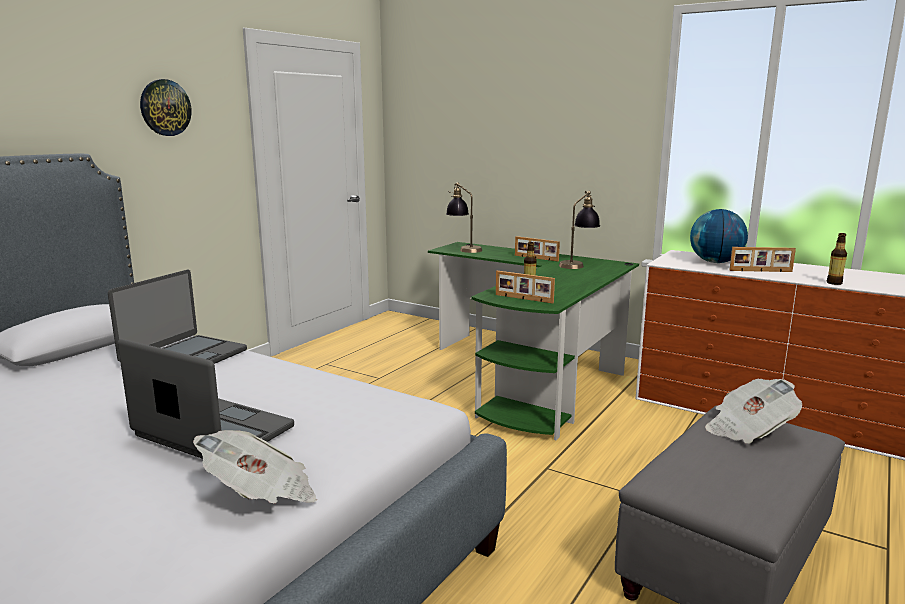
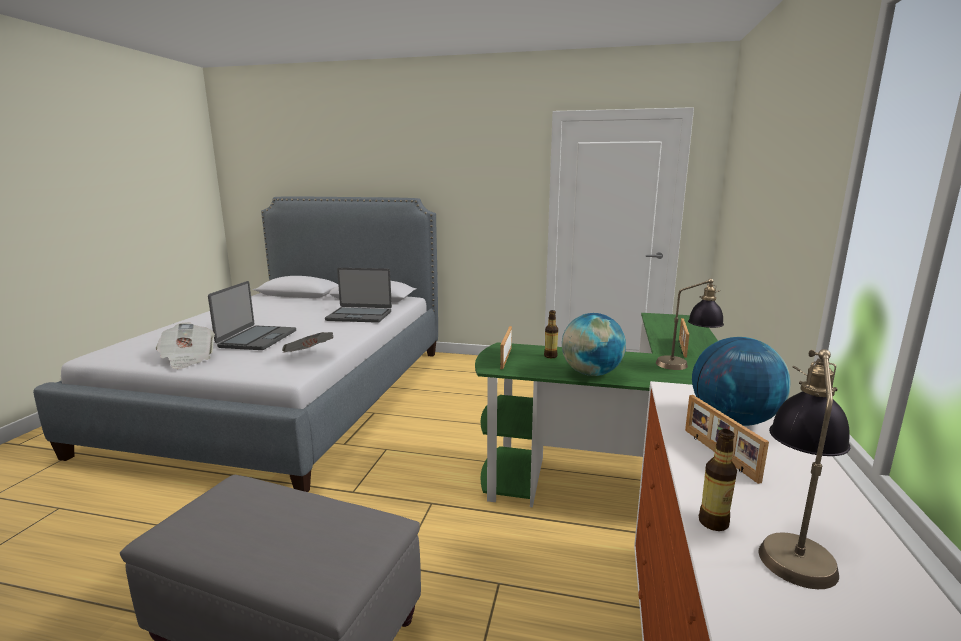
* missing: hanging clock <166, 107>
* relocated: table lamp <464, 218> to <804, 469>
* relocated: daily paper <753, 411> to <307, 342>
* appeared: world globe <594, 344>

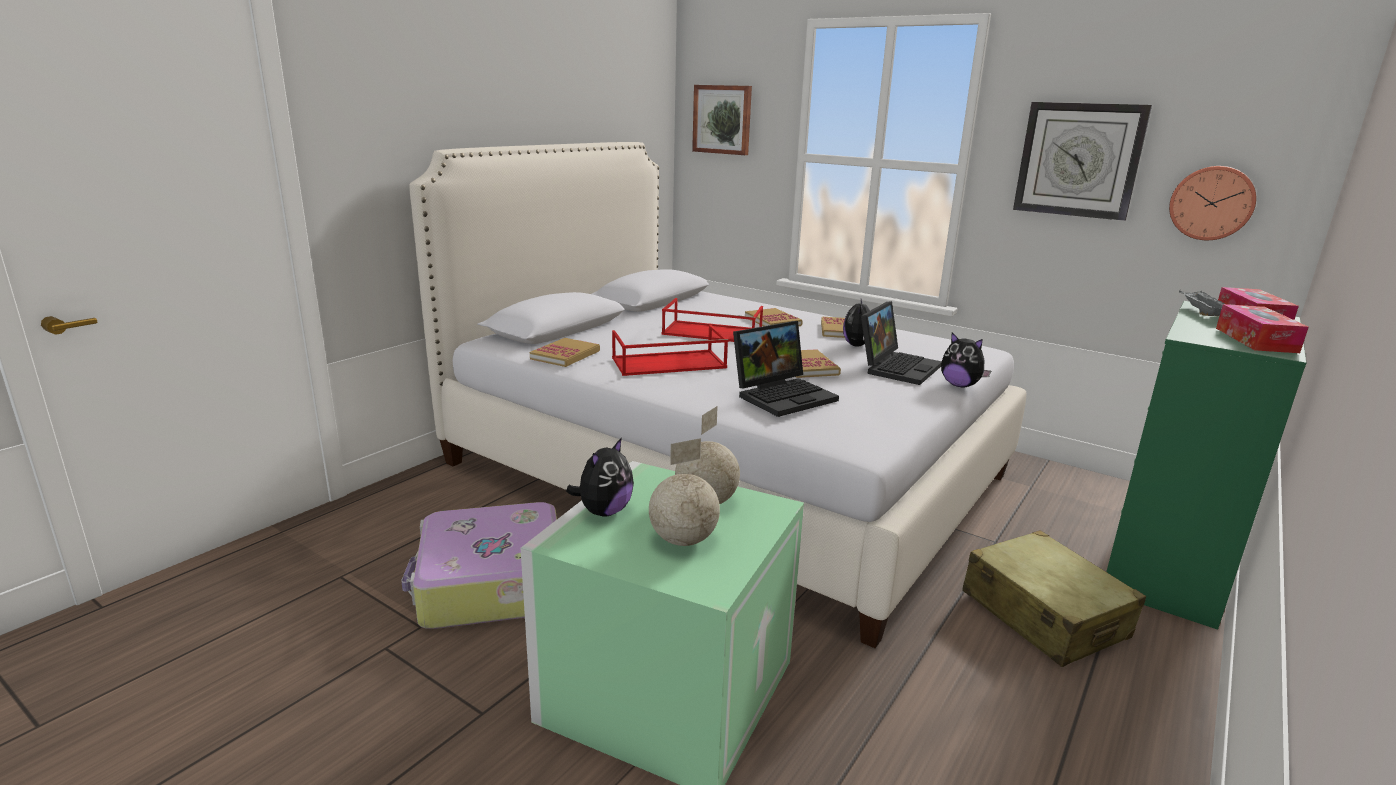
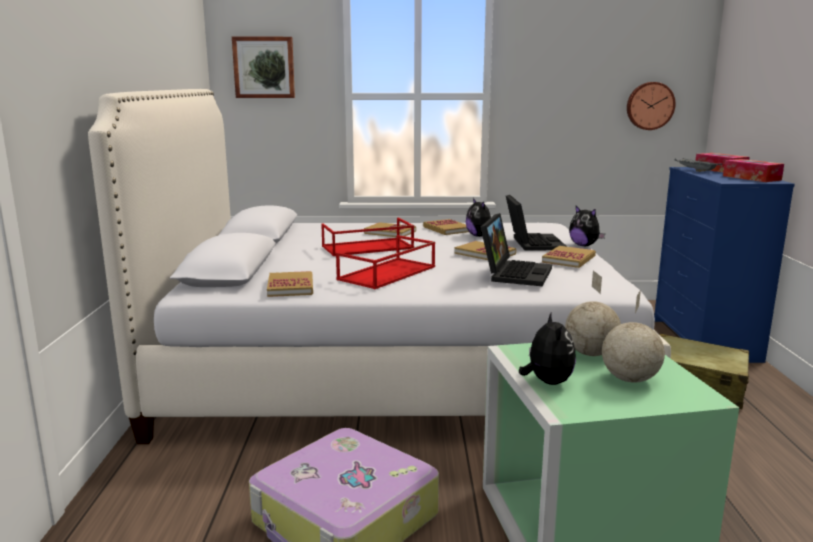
* missing: hanging clock <1082, 161>
* colour: greenish chest of drawers <1206, 465> to blue-coloured chest of drawers <724, 265>
* spun: plush toy <966, 360> = <587, 226> 45 degrees clockwise
* appeared: volume <569, 257>

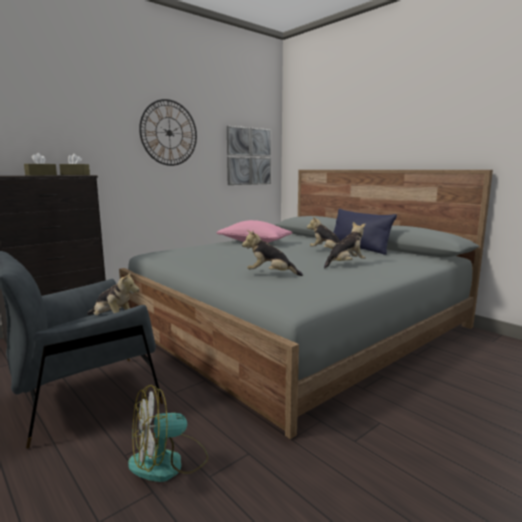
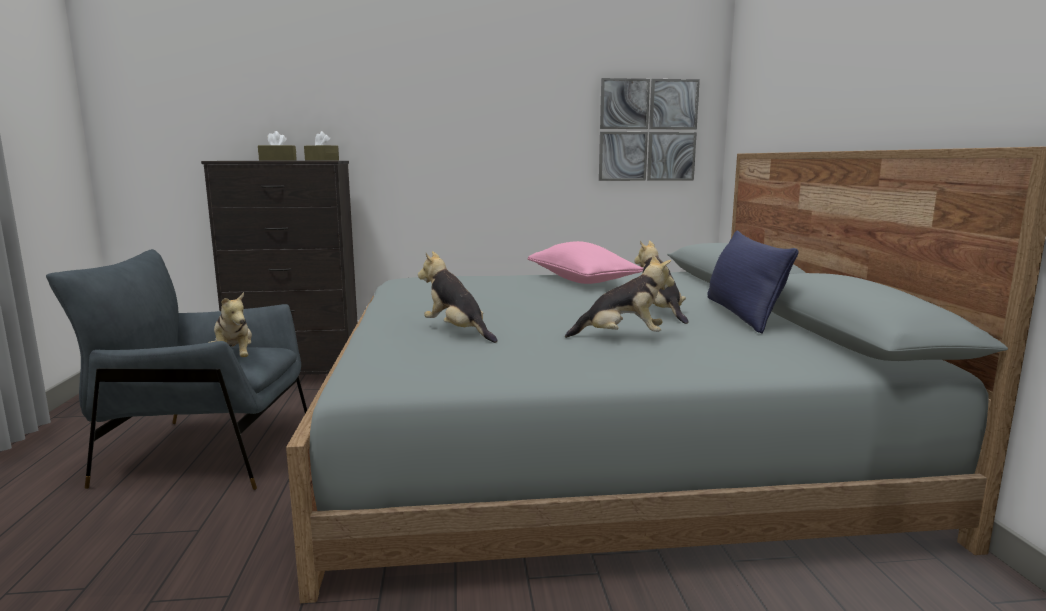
* missing: hanging clock <168, 132>
* missing: fan <168, 433>

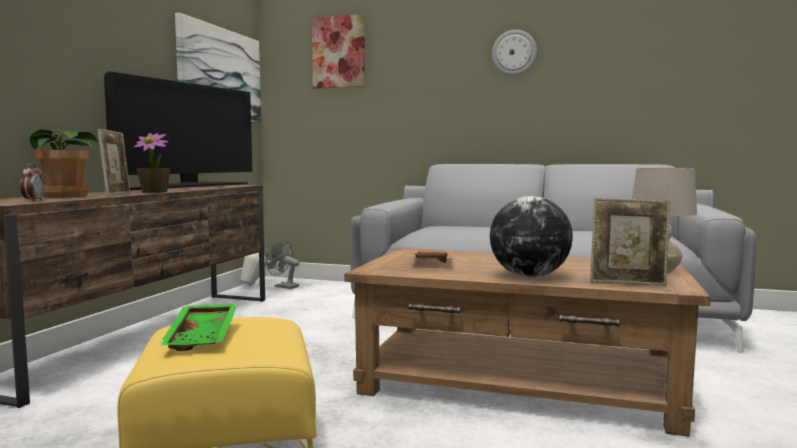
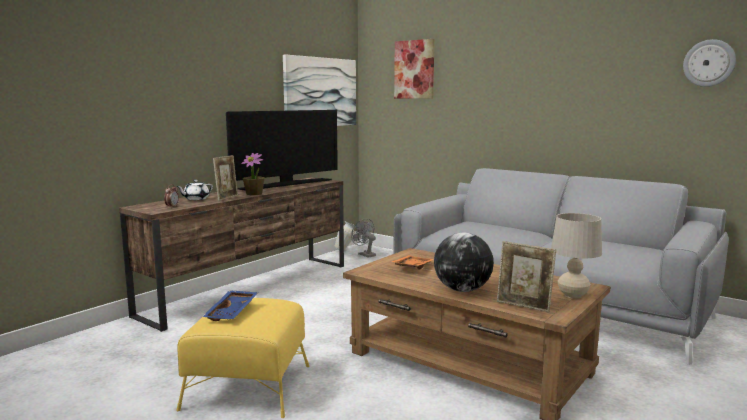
* relocated: hanging clock <514, 53> to <709, 63>
* exchanged: potted plant <64, 163> to whitish teapot <194, 190>
* colour: greenish carrying tray <197, 327> to blue-coloured carrying tray <230, 305>

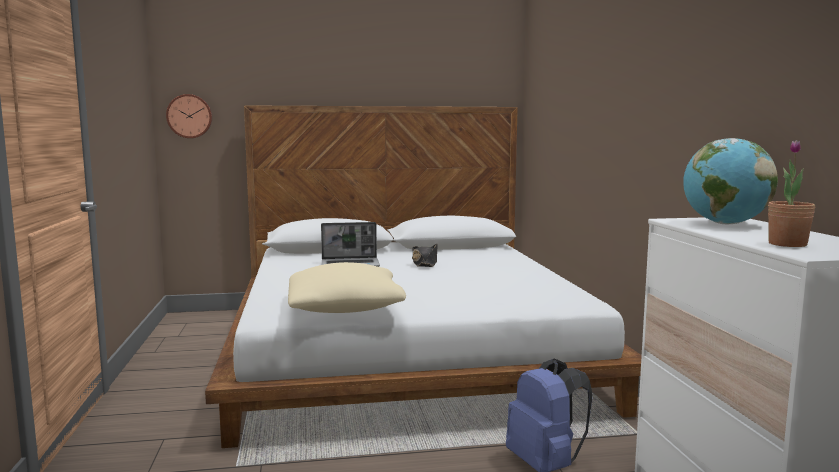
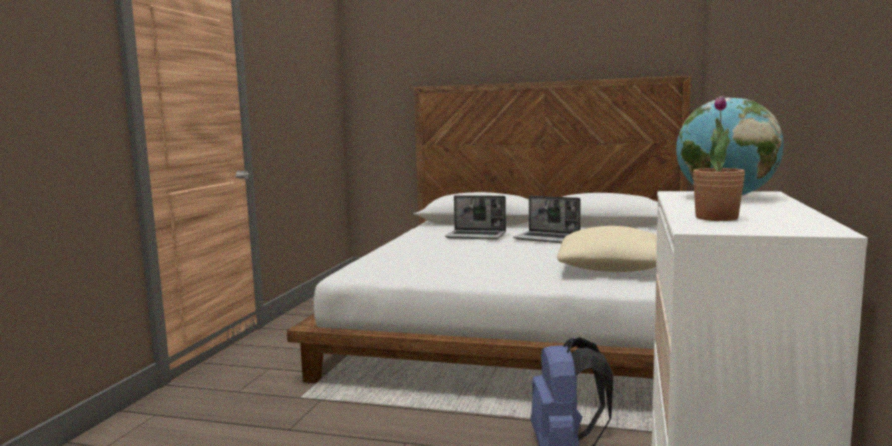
* missing: hanging clock <189, 116>
* exchanged: black hat <425, 255> to laptop <547, 219>
* relocated: beige-coloured throw pillow <347, 287> to <607, 249>

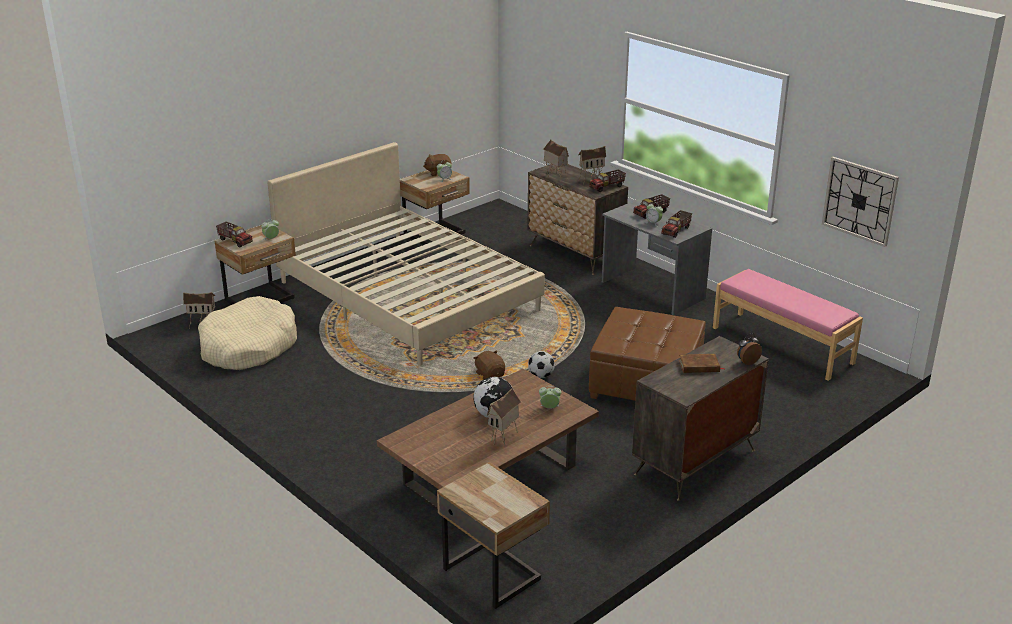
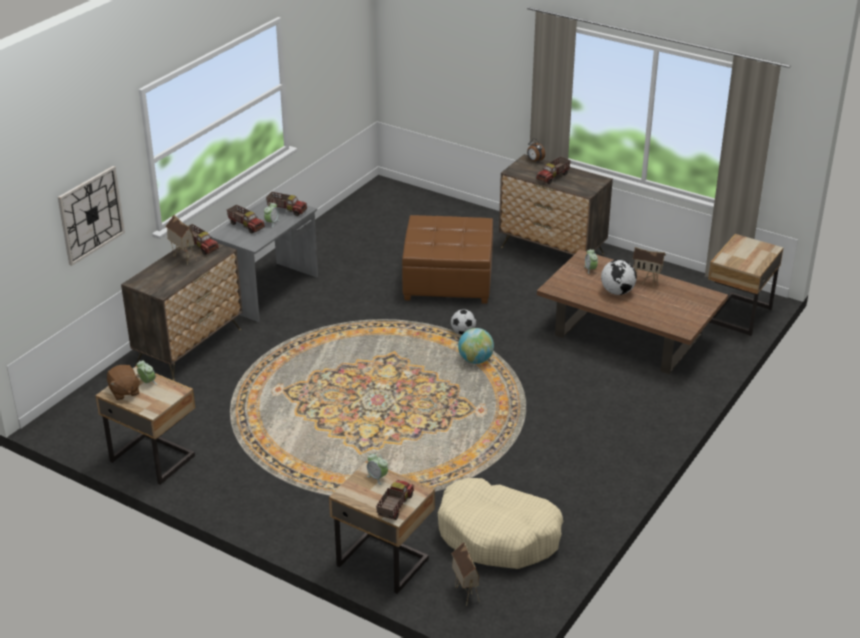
* missing: toy house <556, 160>
* missing: beige-coloured sleeping bed <406, 253>
* relocated: hanging clock <860, 202> to <91, 216>
* missing: pink-coloured indoor bench <788, 325>
* exchanged: brown-coloured plush toy <489, 365> to world globe <476, 346>
* exchanged: brown-coloured volume <702, 363> to toy lorry <553, 170>

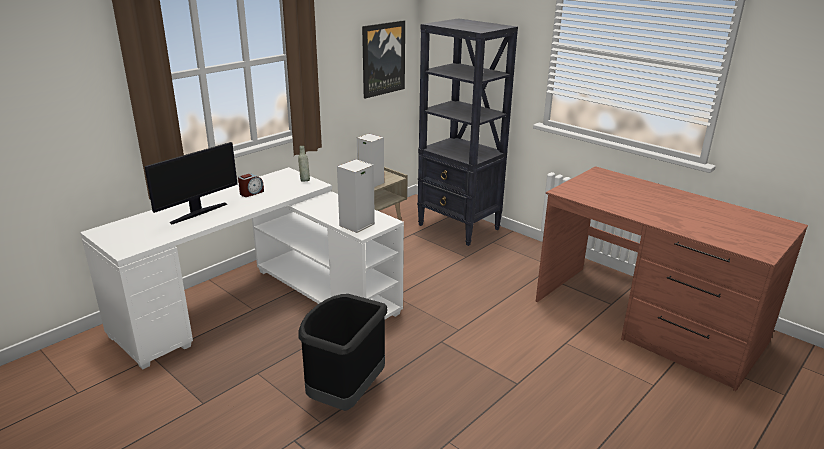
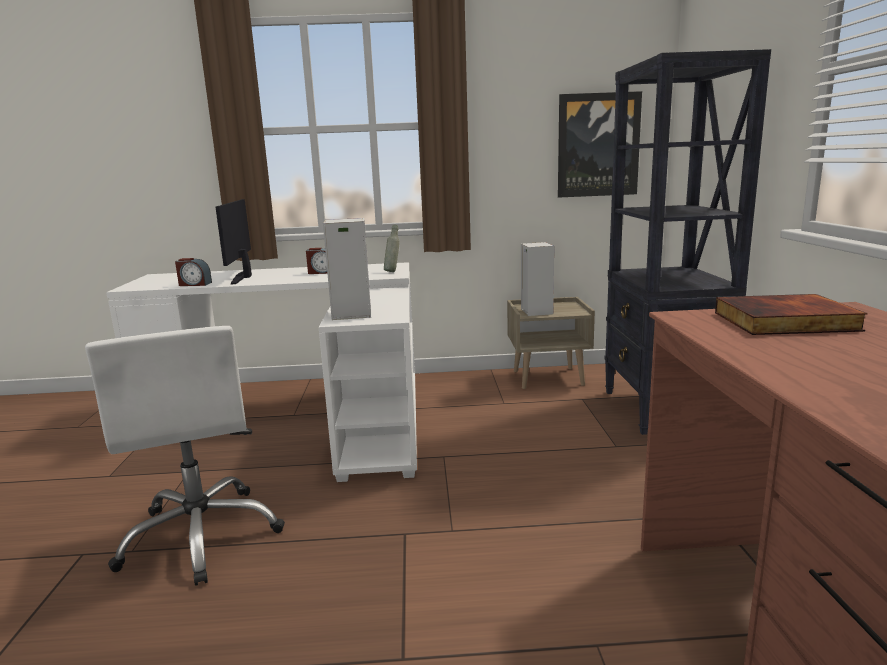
* spun: computer display <191, 183> = <233, 241> 90 degrees clockwise
* exchanged: black rubbish bin <343, 352> to whitish office chair <185, 456>
* appeared: bedside clock <193, 272>
* appeared: volume <791, 314>

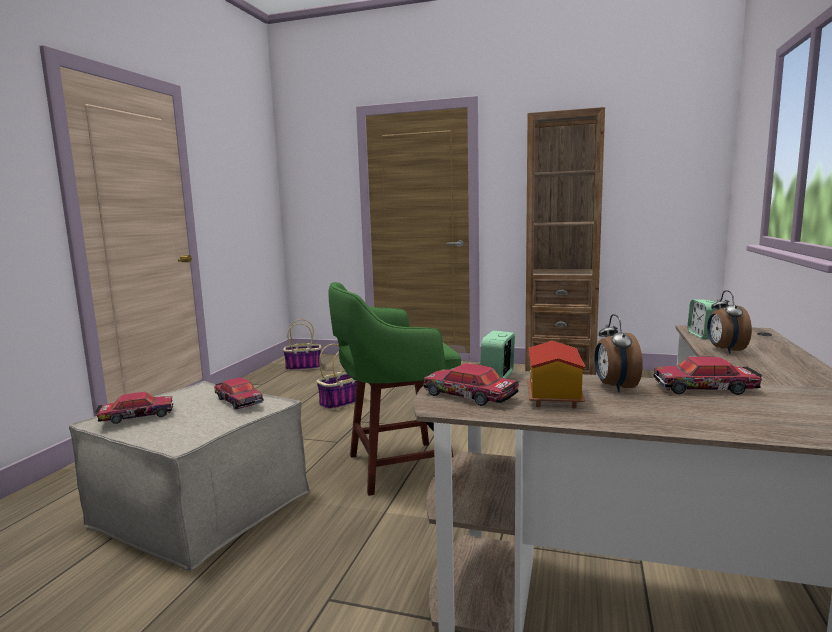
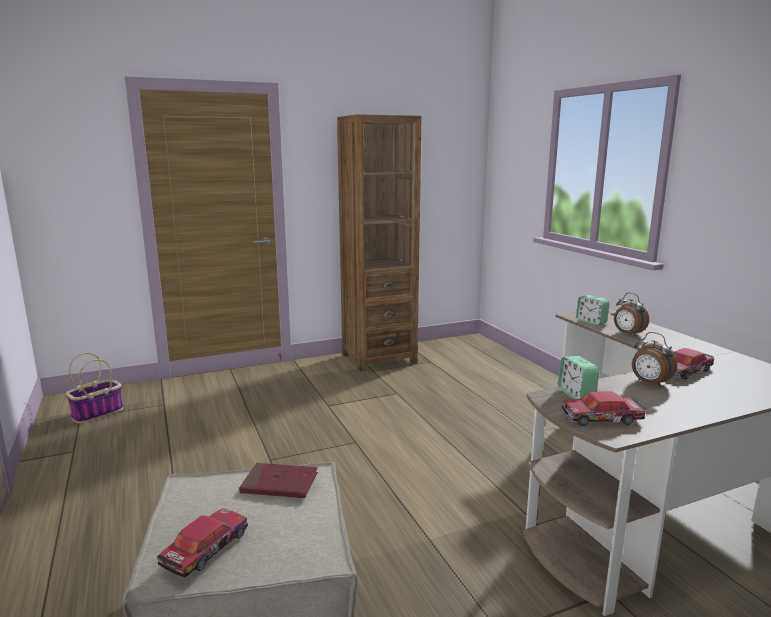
* missing: greenish stool <394, 389>
* missing: toy house <556, 374>
* missing: storage basket <340, 377>
* exchanged: toy car <238, 394> to reddish volume <278, 480>

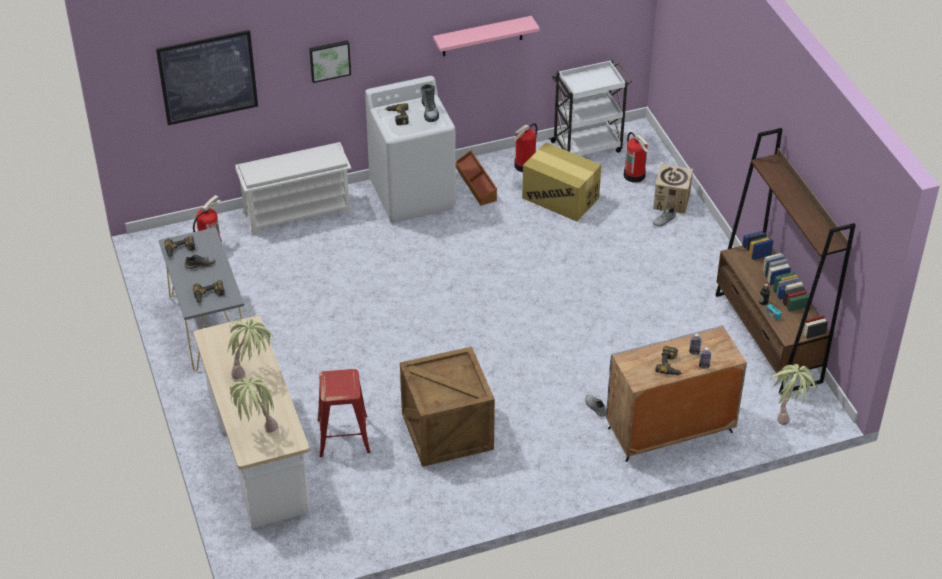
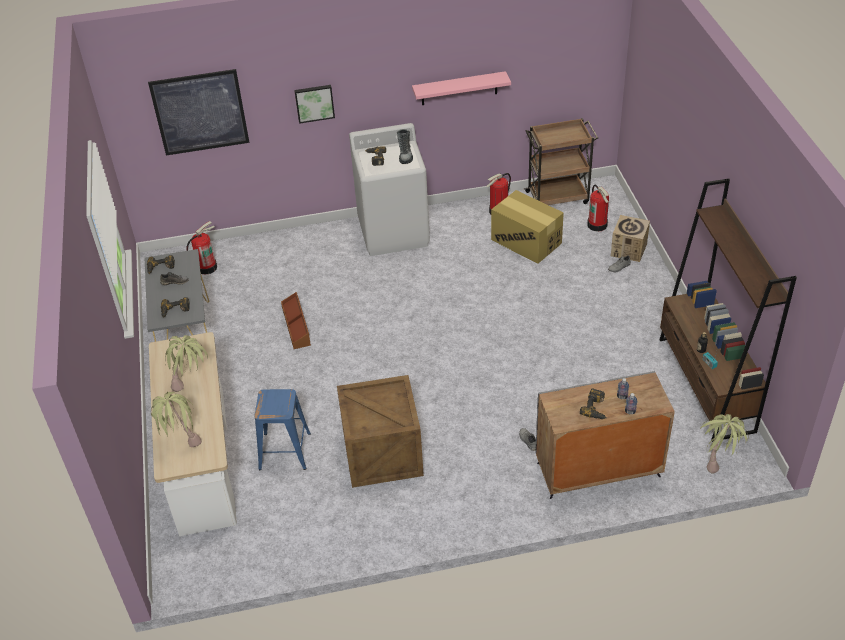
* colour: whitish cart <590, 108> to brown-coloured cart <561, 161>
* missing: whitish shoe stand <293, 188>
* relocated: brown-coloured storage box <476, 177> to <296, 320>
* colour: reddish stool <344, 413> to blue-coloured stool <282, 429>

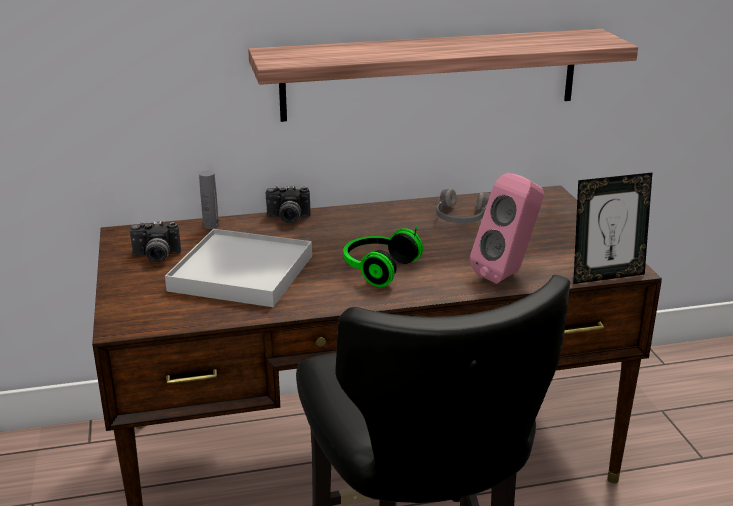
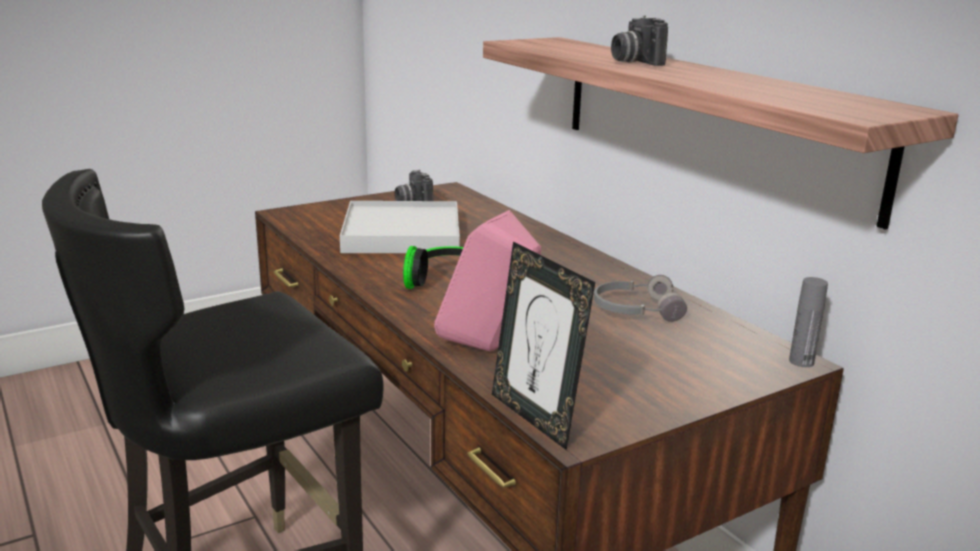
* relocated: grey drink bottle <209, 200> to <808, 322>
* relocated: photo camera <288, 204> to <639, 41>

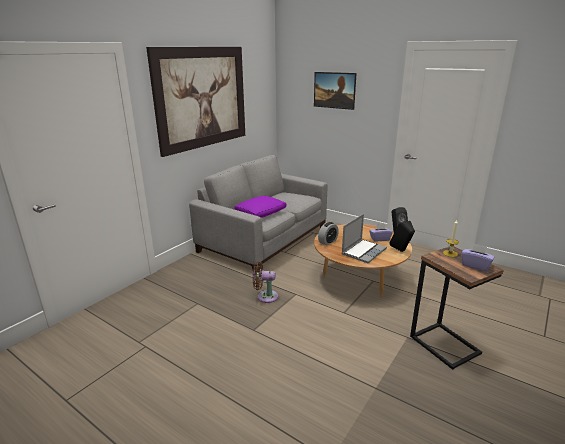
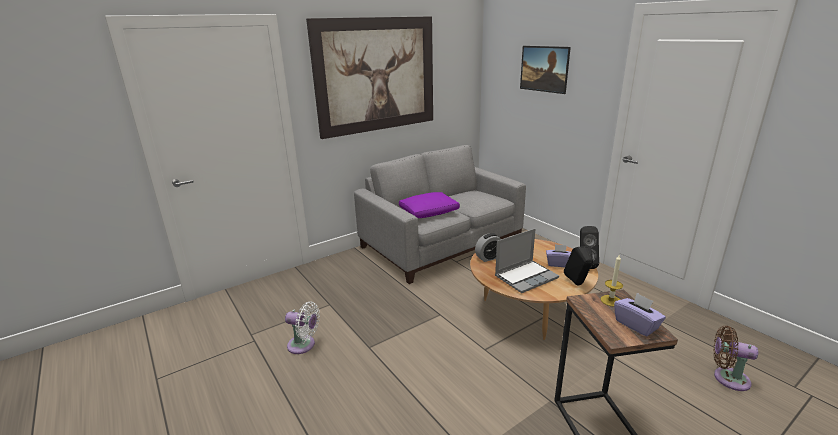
* relocated: brown-coloured fan <265, 282> to <735, 358>
* appeared: whitish fan <302, 327>

